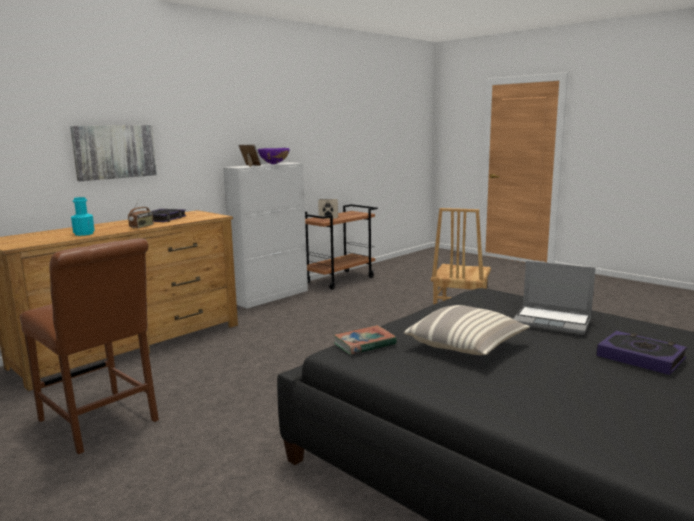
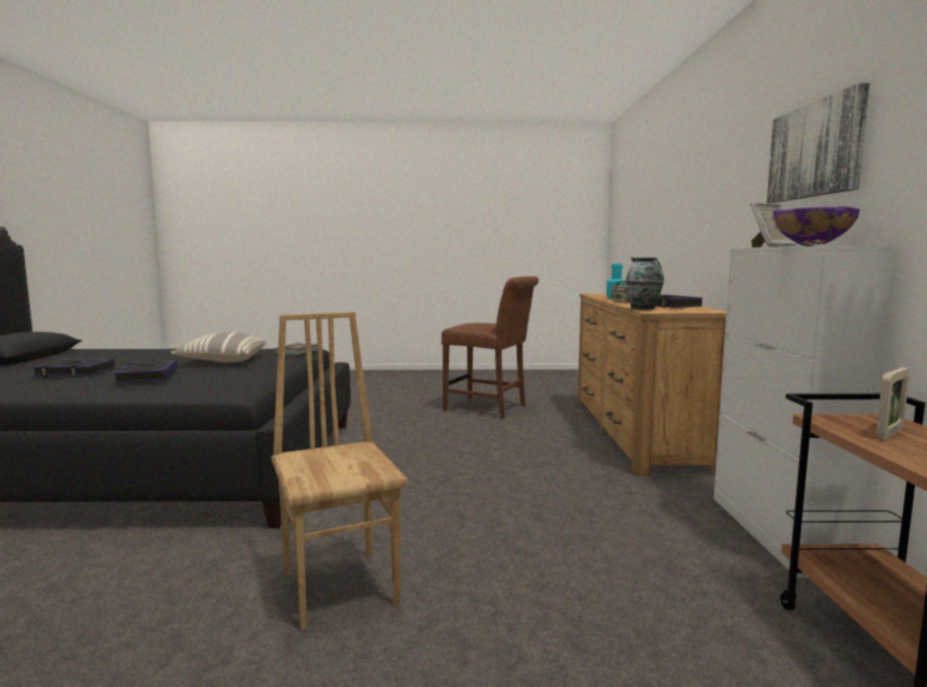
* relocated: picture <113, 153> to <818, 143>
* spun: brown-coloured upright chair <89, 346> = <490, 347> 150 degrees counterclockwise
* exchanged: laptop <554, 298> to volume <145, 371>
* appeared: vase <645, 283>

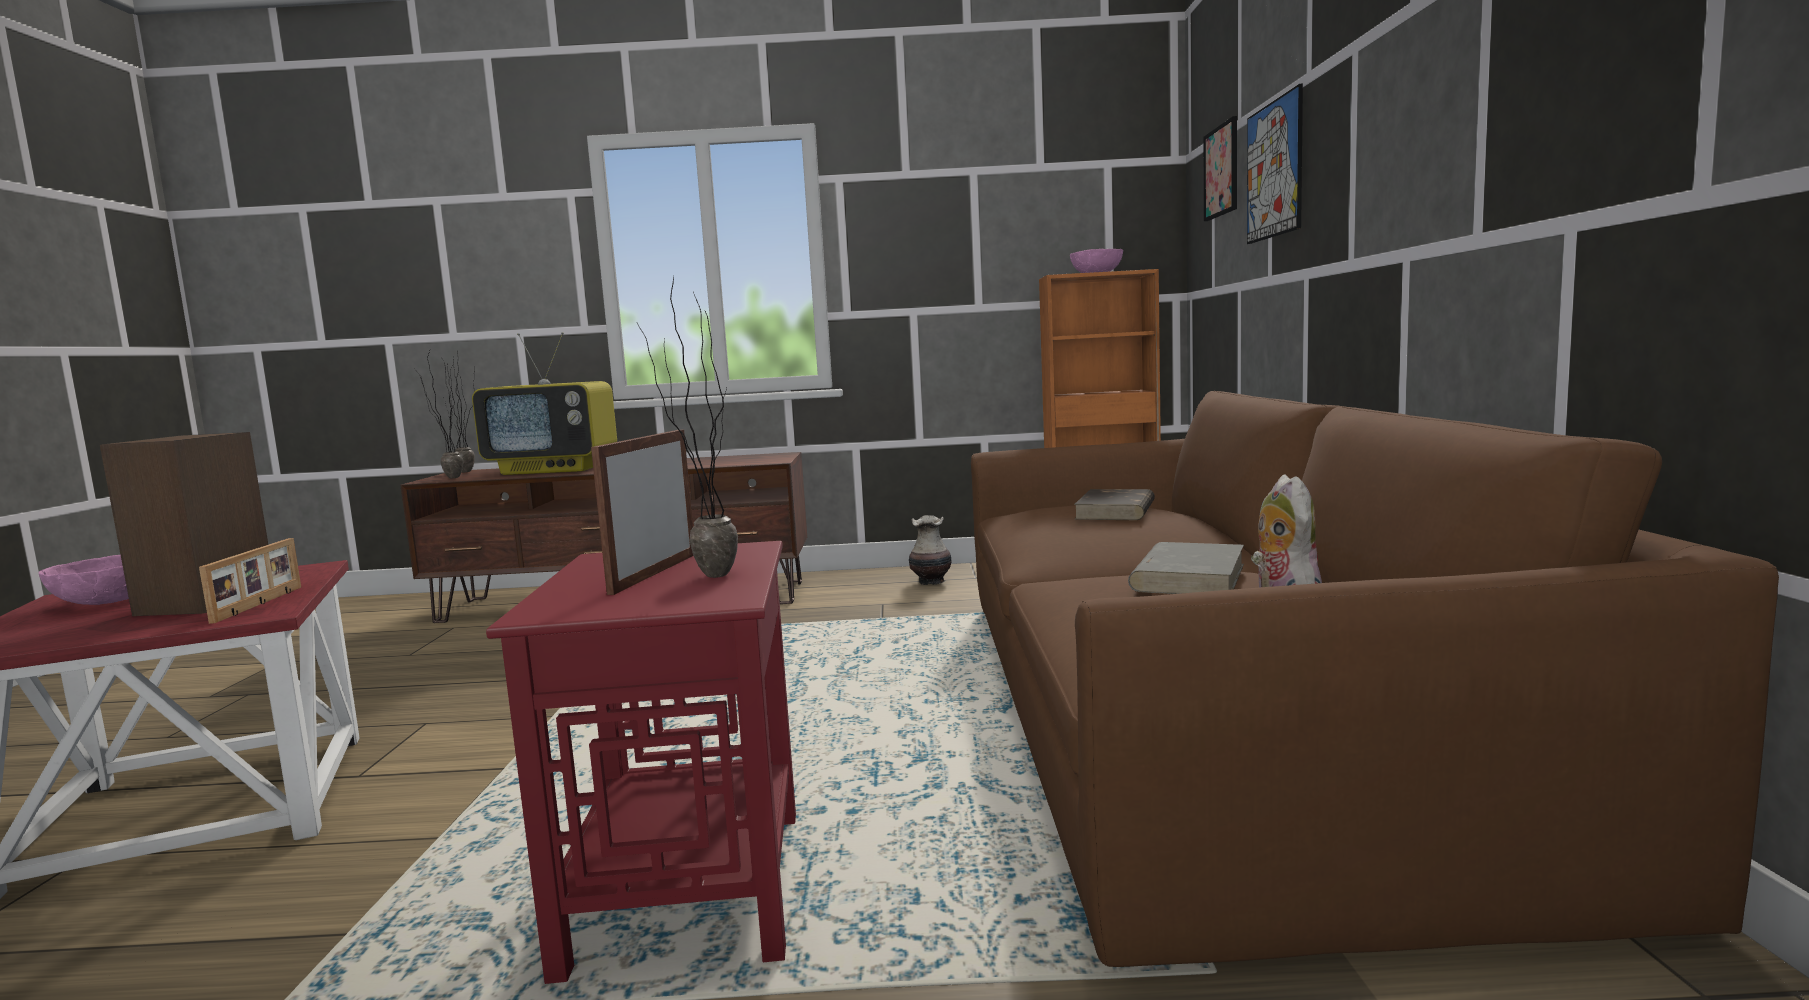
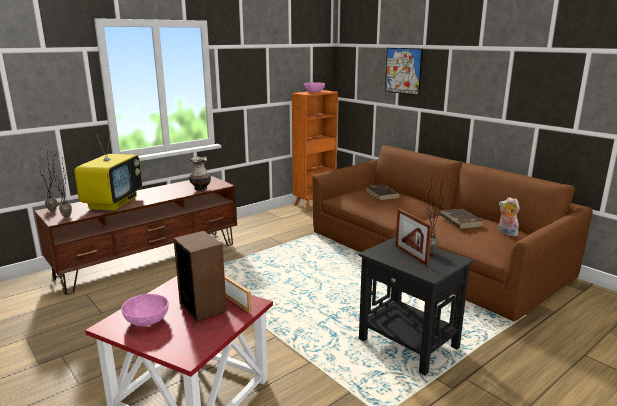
* missing: picture <1220, 168>
* spun: television <544, 403> = <108, 171> 45 degrees counterclockwise
* relocated: vase <930, 550> to <200, 173>
* colour: reddish end table <641, 762> to black end table <416, 306>
* colour: grey volume <1186, 568> to brown-coloured volume <461, 219>

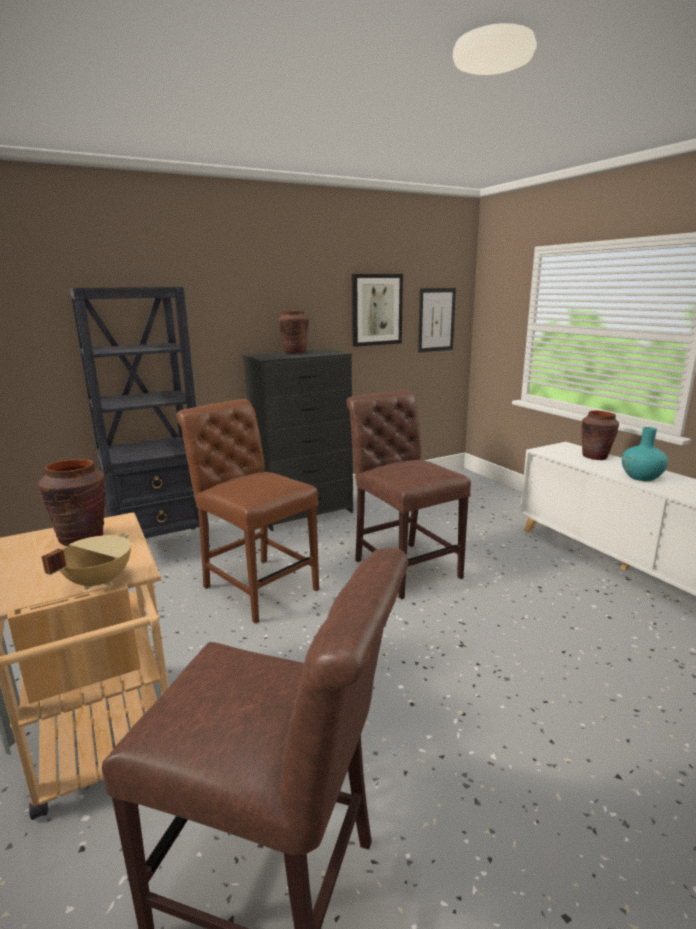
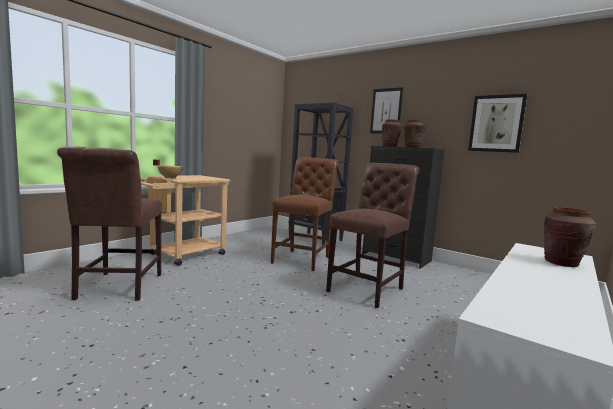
* relocated: picture <437, 320> to <386, 110>
* missing: blue-green vase <645, 454>
* relocated: brown-coloured vase <72, 502> to <392, 133>

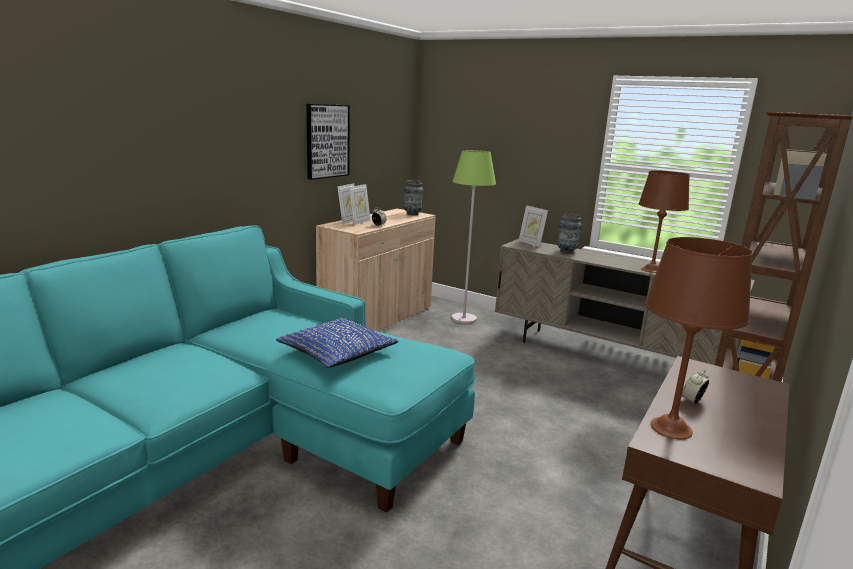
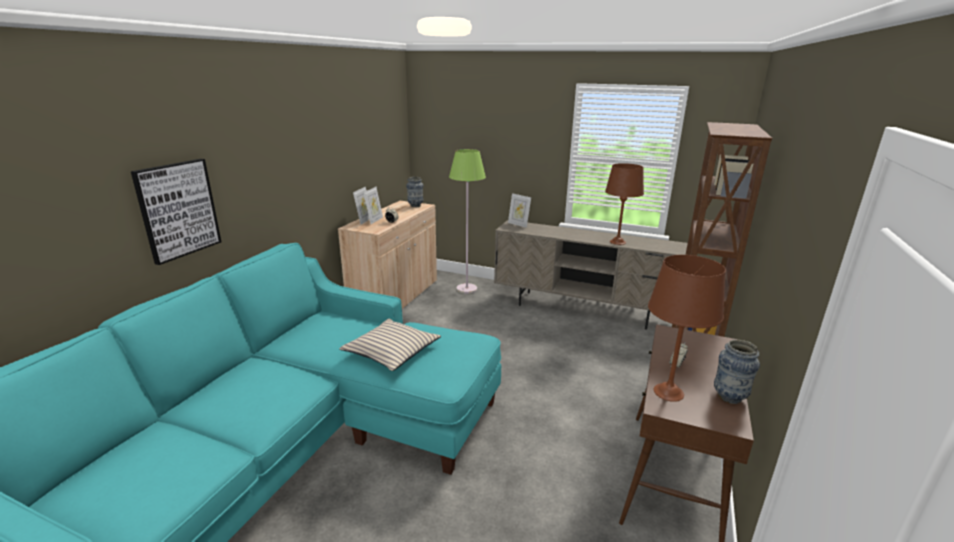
* relocated: picture <328, 142> to <176, 212>
* relocated: vase <569, 233> to <737, 372>
* colour: blue-coloured throw pillow <337, 343> to beige-coloured throw pillow <390, 345>

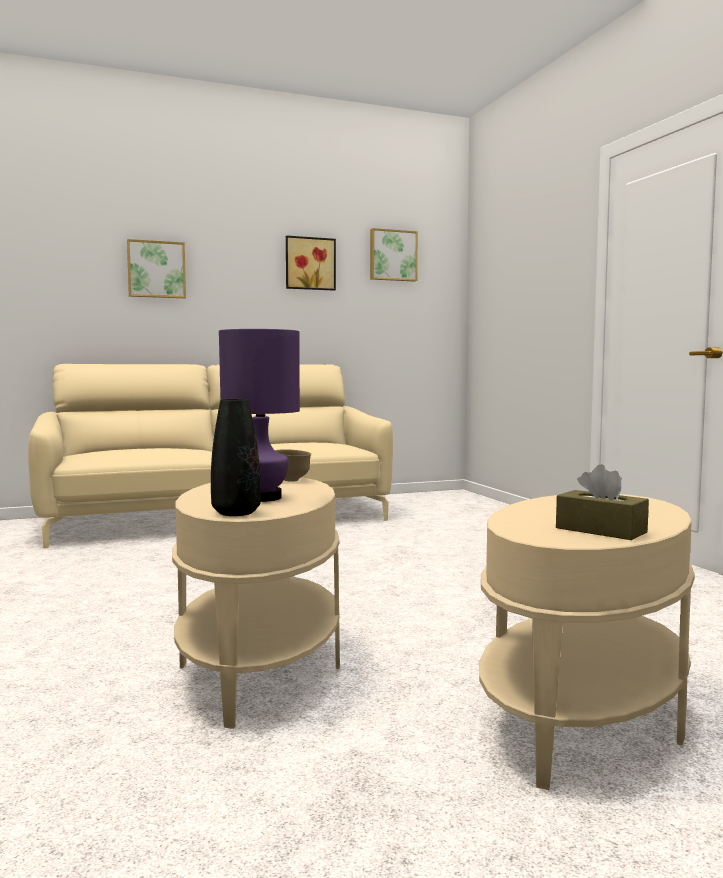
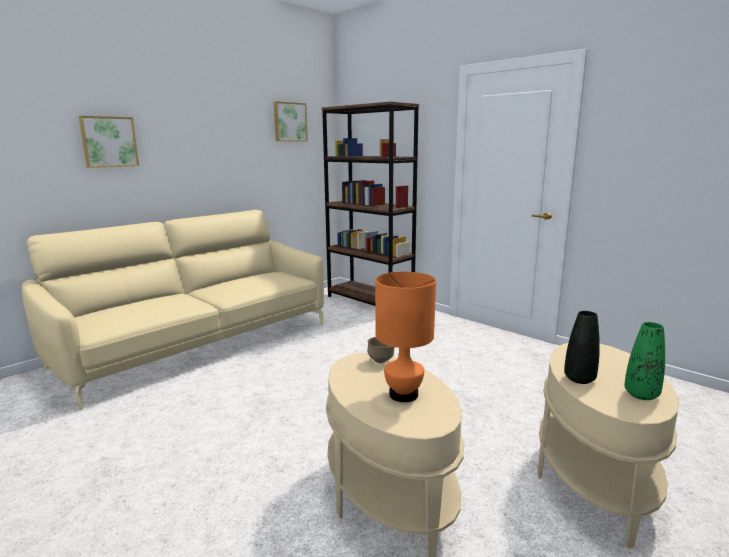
* missing: picture <311, 263>
* colour: purple-coloured table lamp <259, 415> to orange-coloured table lamp <405, 337>
* relocated: black vase <236, 457> to <582, 347>
* exchanged: brown-coloured tissue box <602, 502> to greenish vase <645, 361>
* appeared: brown-coloured shelving unit <370, 203>

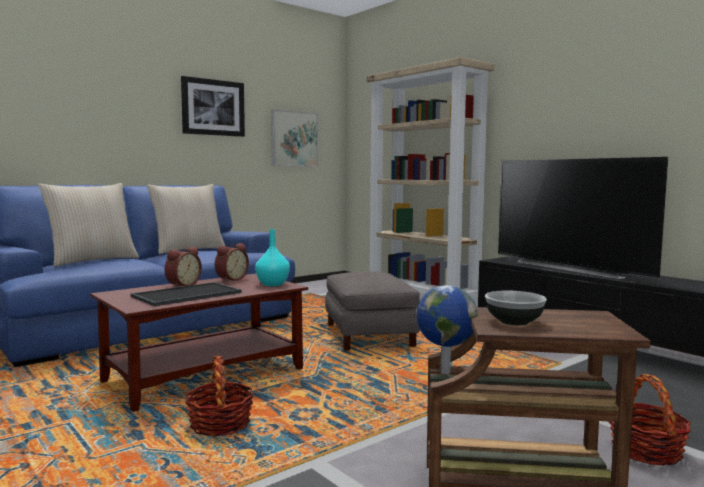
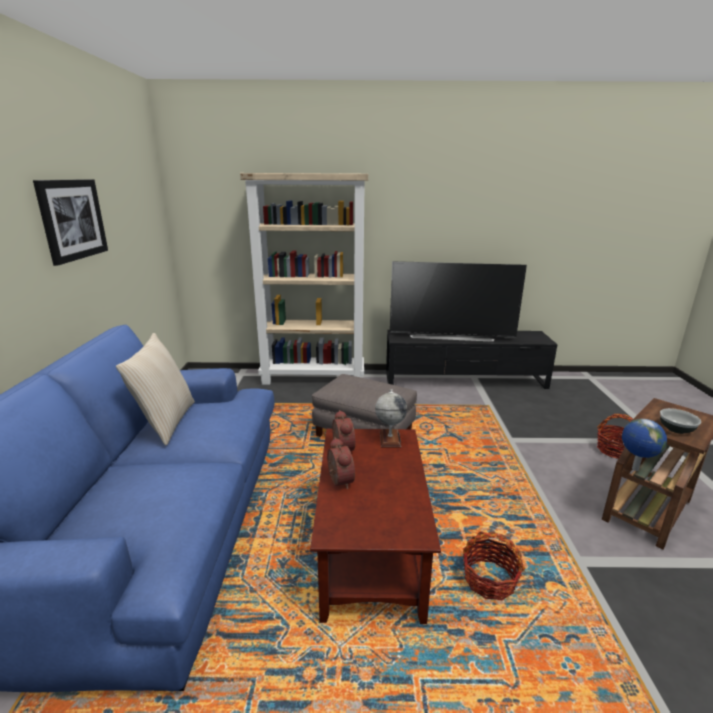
* missing: picture <294, 138>
* missing: beige-coloured throw pillow <88, 225>
* exchanged: blue-green vase <272, 257> to world globe <391, 419>
* missing: carrying tray <186, 294>

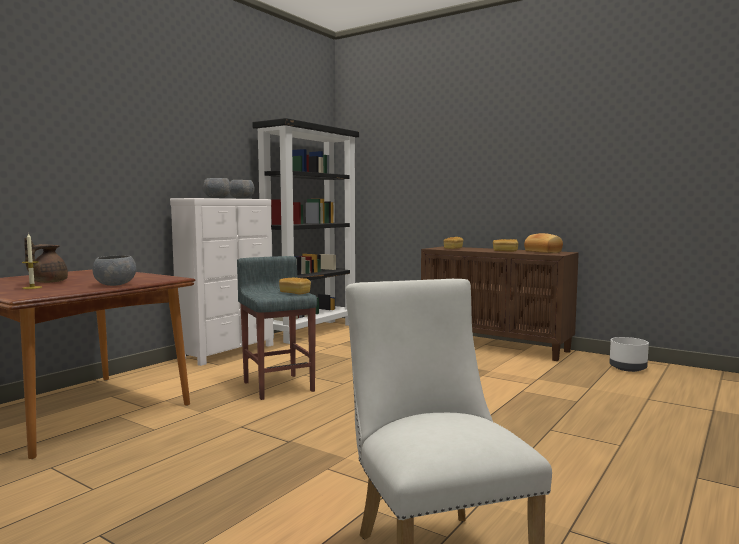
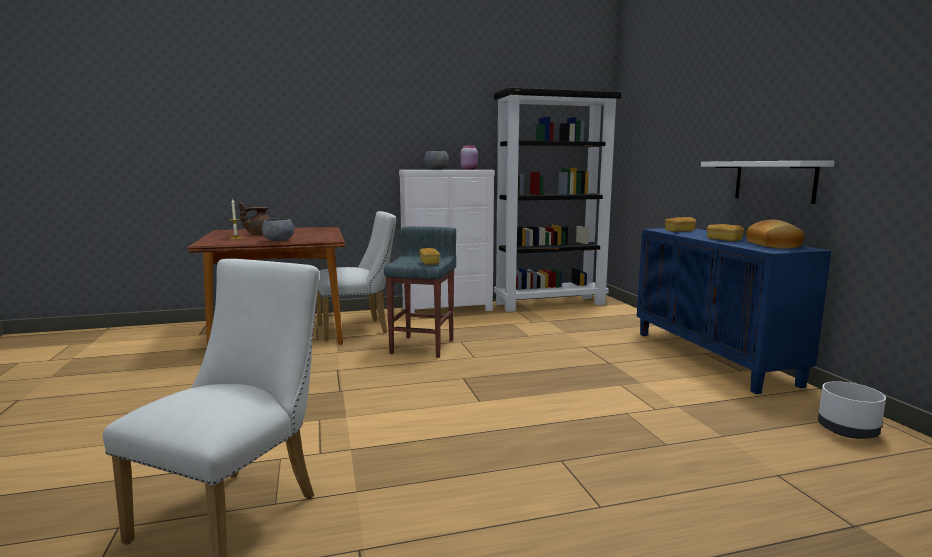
* exchanged: grey bowl <242, 189> to pink-coloured preserve jar <469, 157>
* colour: brown-coloured cabinet <500, 303> to blue-coloured cabinet <734, 311>
* appeared: whitish bracket shelf <768, 182>
* appeared: whitish upright chair <356, 275>

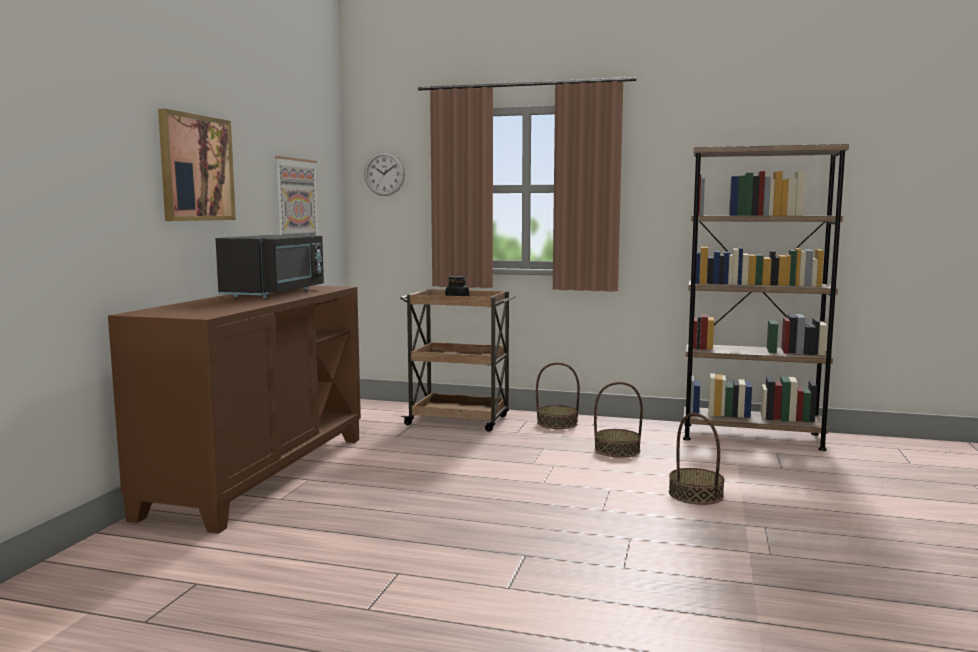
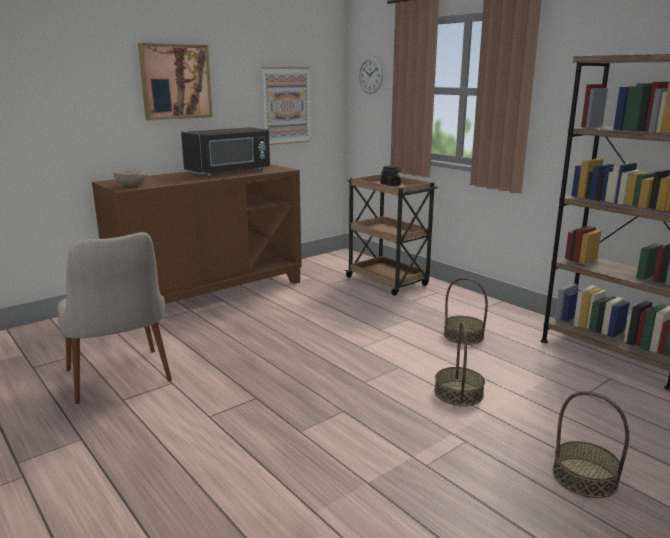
* relocated: storage basket <558, 395> to <591, 444>
* appeared: beige-coloured bowl <130, 177>
* appeared: beige-coloured upright chair <115, 318>

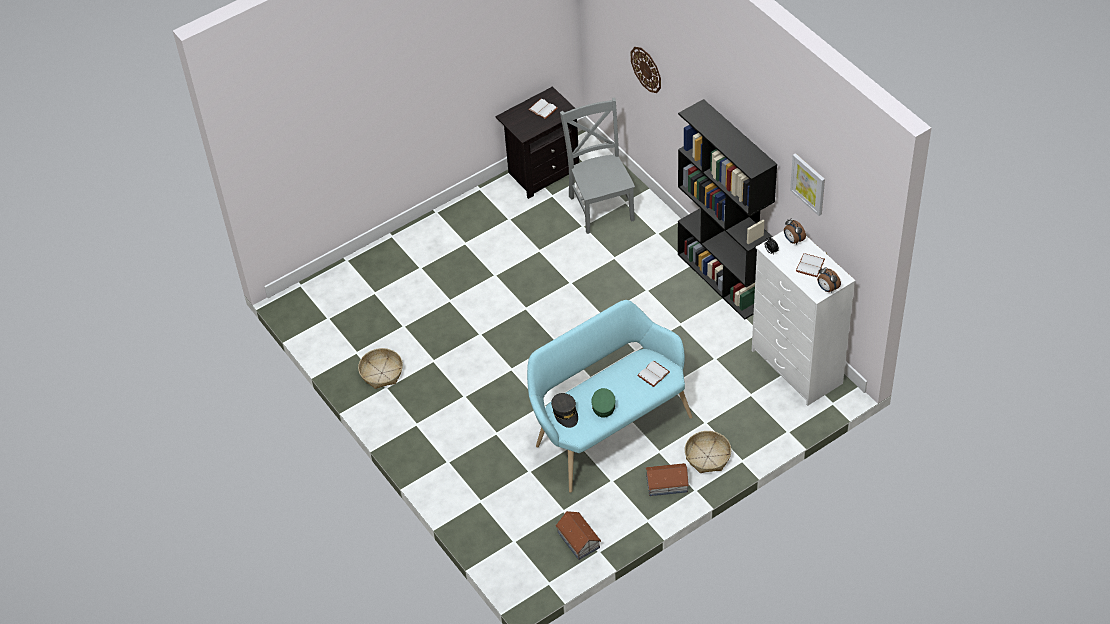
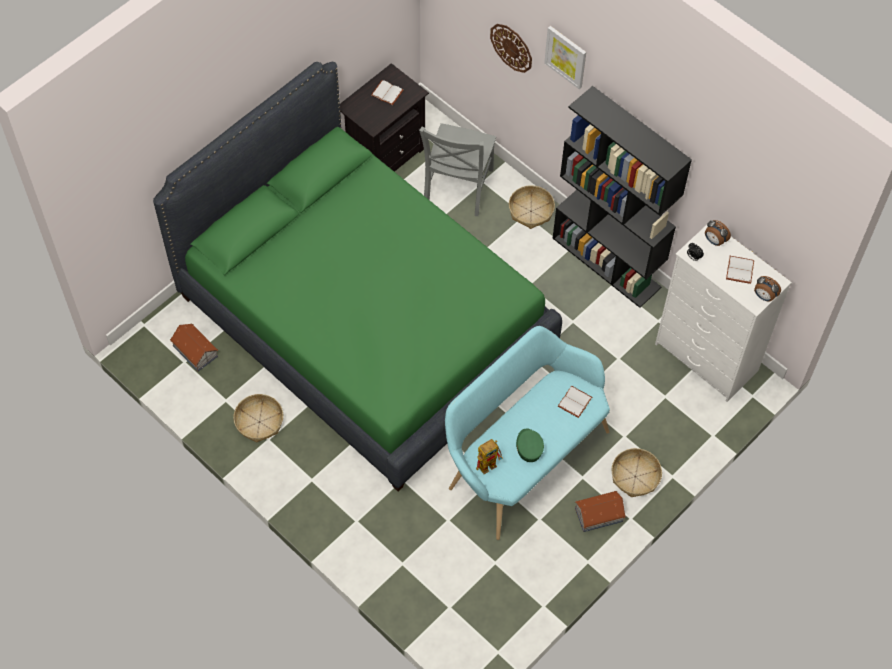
* spun: grey upright chair <597, 166> = <457, 169> 135 degrees counterclockwise
* relocated: picture <807, 184> to <565, 57>
* exchanged: grey baseball cap <564, 410> to toy robot <489, 456>
* relocated: toy house <578, 535> to <194, 347>
* appeared: greenish sleeping bed <357, 276>
* appeared: storage basket <532, 207>

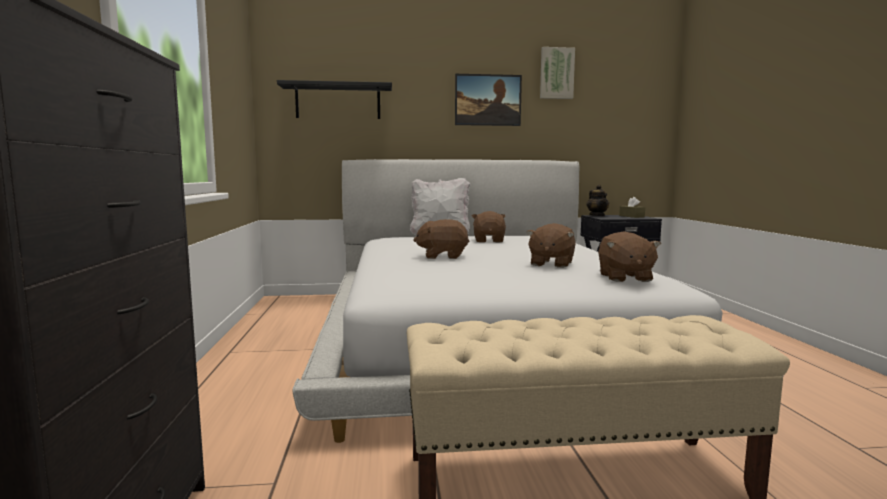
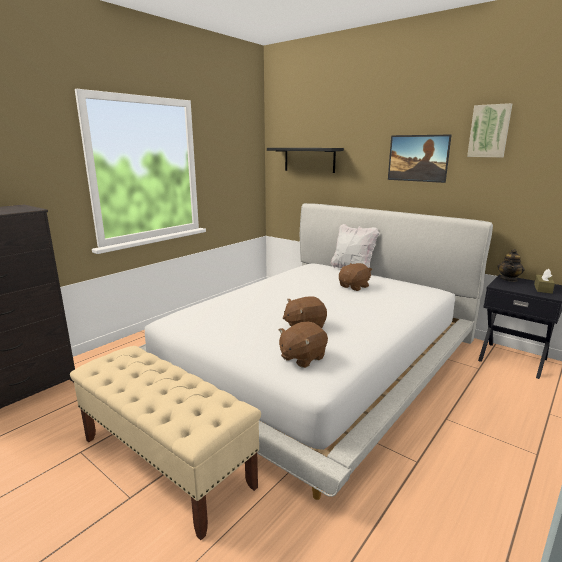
* missing: brown-coloured plush toy <441, 239>

